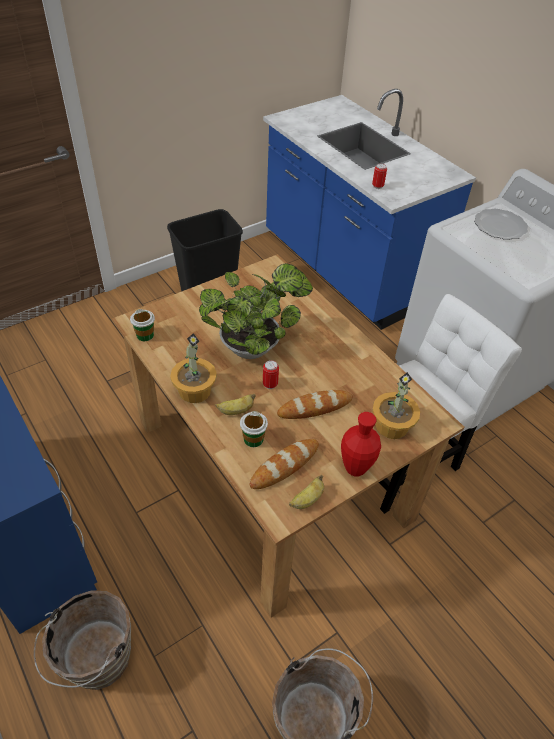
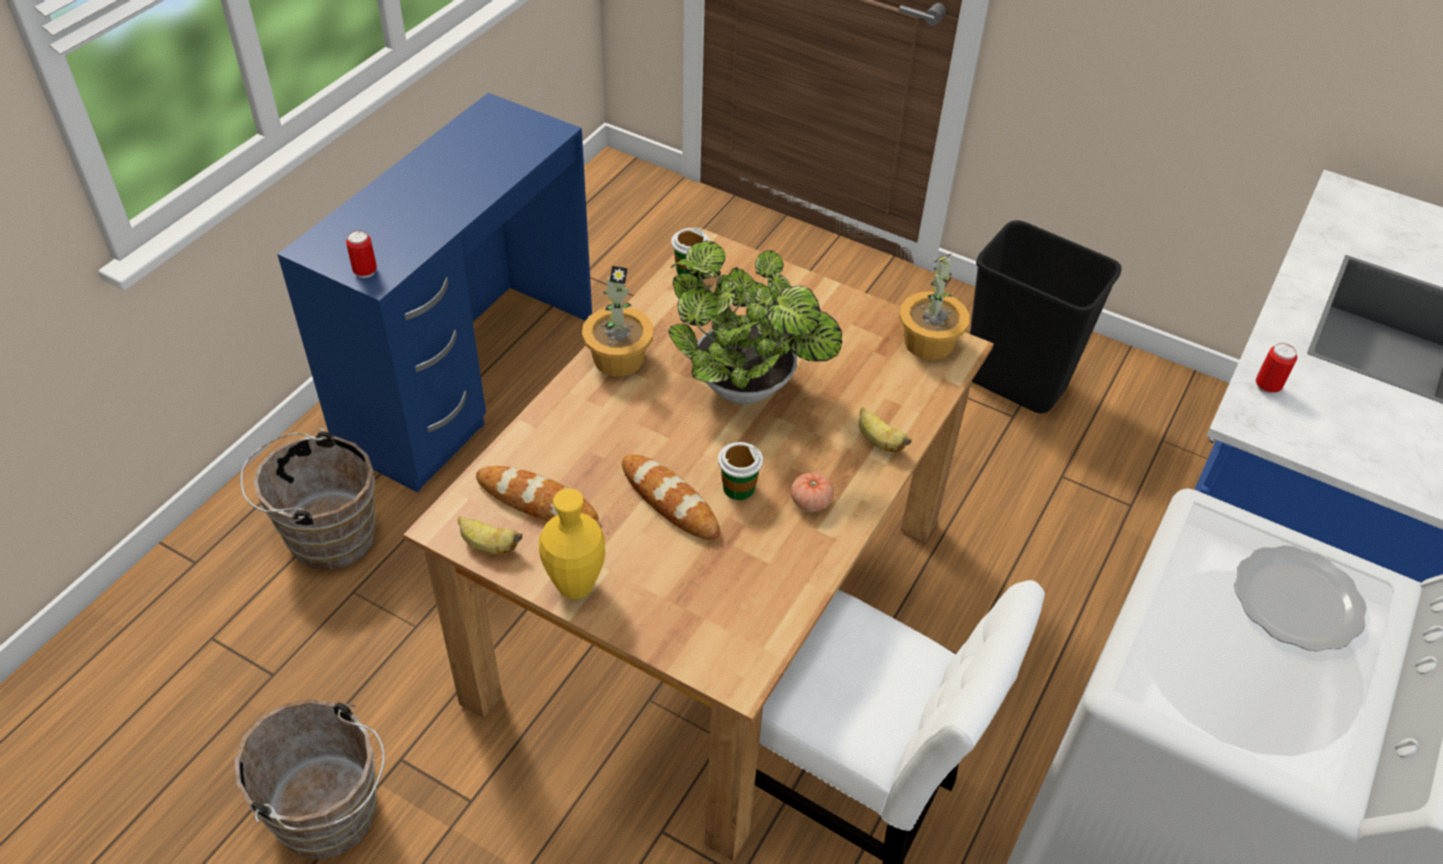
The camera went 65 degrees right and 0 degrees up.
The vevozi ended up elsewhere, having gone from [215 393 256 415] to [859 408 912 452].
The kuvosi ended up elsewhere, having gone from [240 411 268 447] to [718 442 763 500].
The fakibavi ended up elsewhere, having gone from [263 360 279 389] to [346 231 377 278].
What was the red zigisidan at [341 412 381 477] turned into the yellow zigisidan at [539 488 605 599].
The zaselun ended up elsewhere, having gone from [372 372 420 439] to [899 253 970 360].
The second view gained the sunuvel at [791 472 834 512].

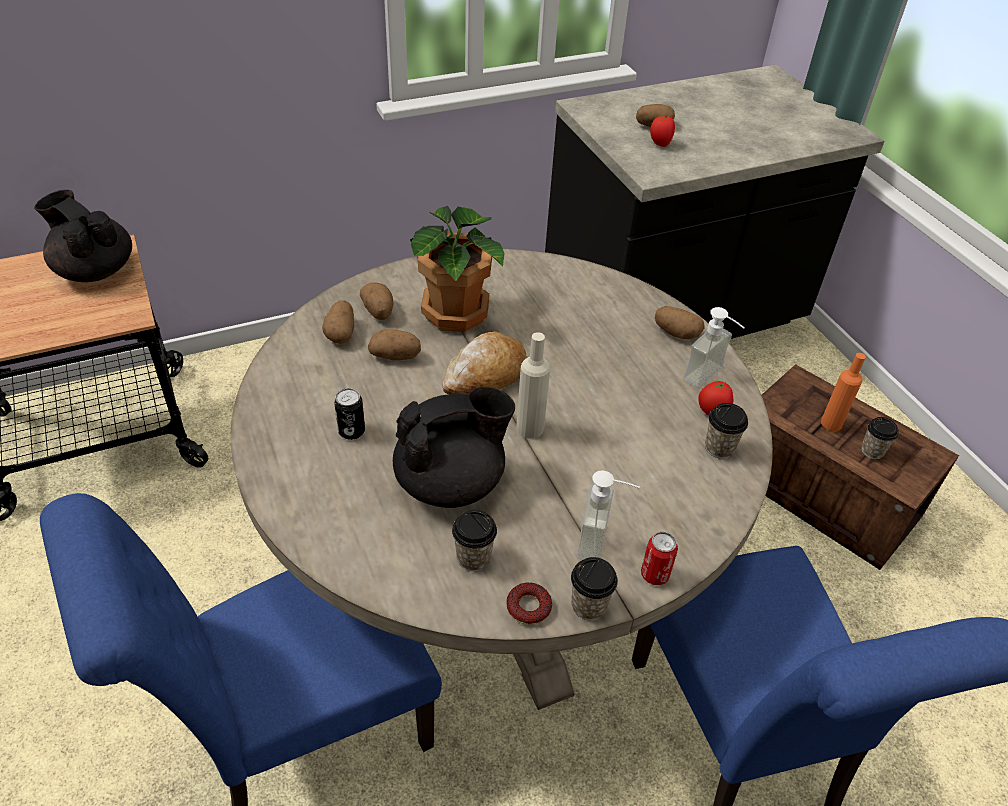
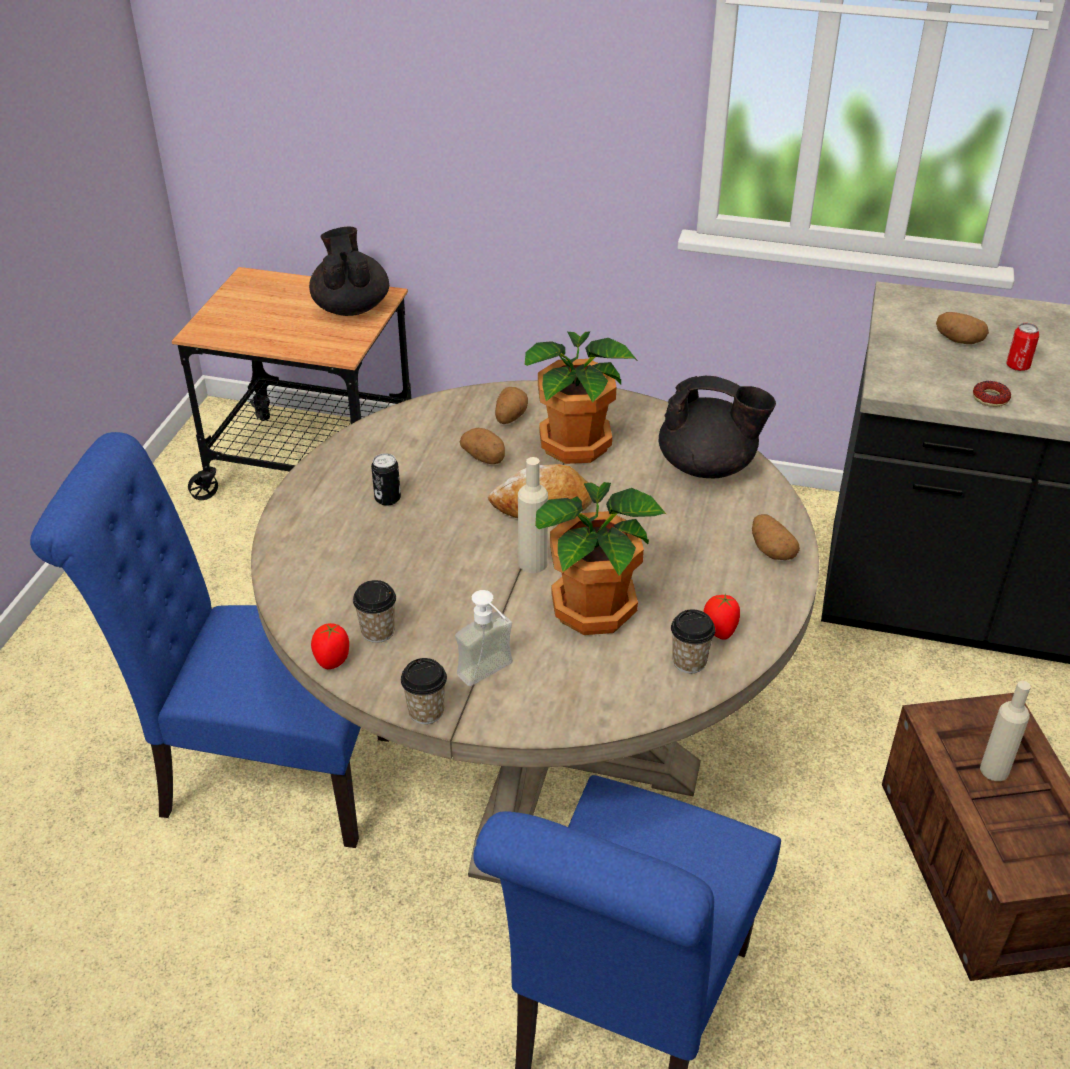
The camera went 40 degrees right and 5 degrees down.
The second view lost the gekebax at [322 300 354 344].
The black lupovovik ended up elsewhere, having gone from [393 387 515 508] to [659 376 776 479].
The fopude ended up elsewhere, having gone from [506 583 552 625] to [973 381 1011 407].
The fakibavi ended up elsewhere, having gone from [641 532 678 585] to [1006 323 1039 371].
The sunuvel ended up elsewhere, having gone from [650 115 675 147] to [311 623 349 669].
The second view lost the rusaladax at [684 307 745 387].
What was the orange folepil at [821 353 866 431] turned into the beige folepil at [980 681 1031 781].
The second view lost the kuvosi at [861 417 899 459].
The second view gained the zaselun at [535 482 666 635].

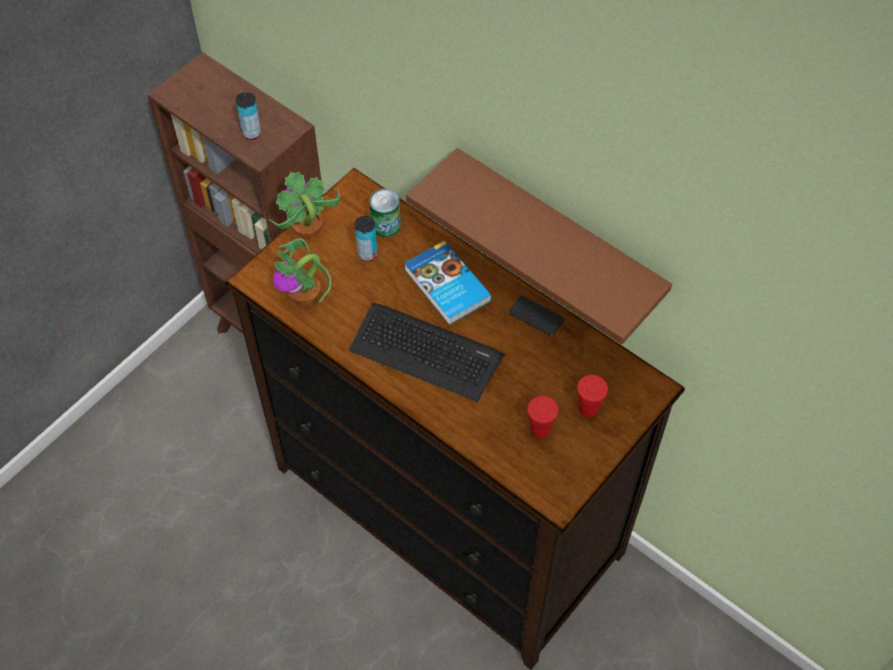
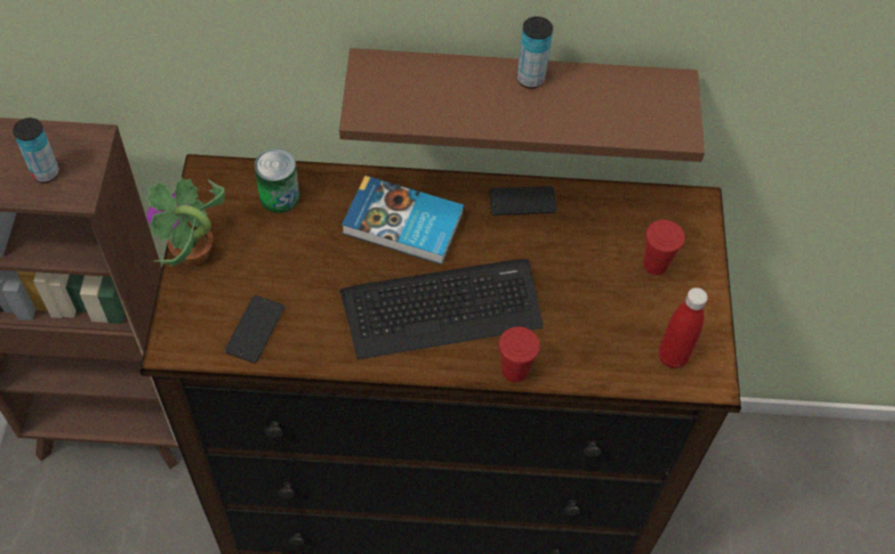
The camera went 40 degrees left and 0 degrees up.
Where the zaselun stood at [273 238 331 306], the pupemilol came to stand at [225 295 285 363].
The fakibavi ended up elsewhere, having gone from [355 216 377 261] to [517 16 553 89].
The red kuvosi ended up elsewhere, having gone from [527 396 559 438] to [499 327 540 383].
The second view gained the red folepil at [658 288 708 369].

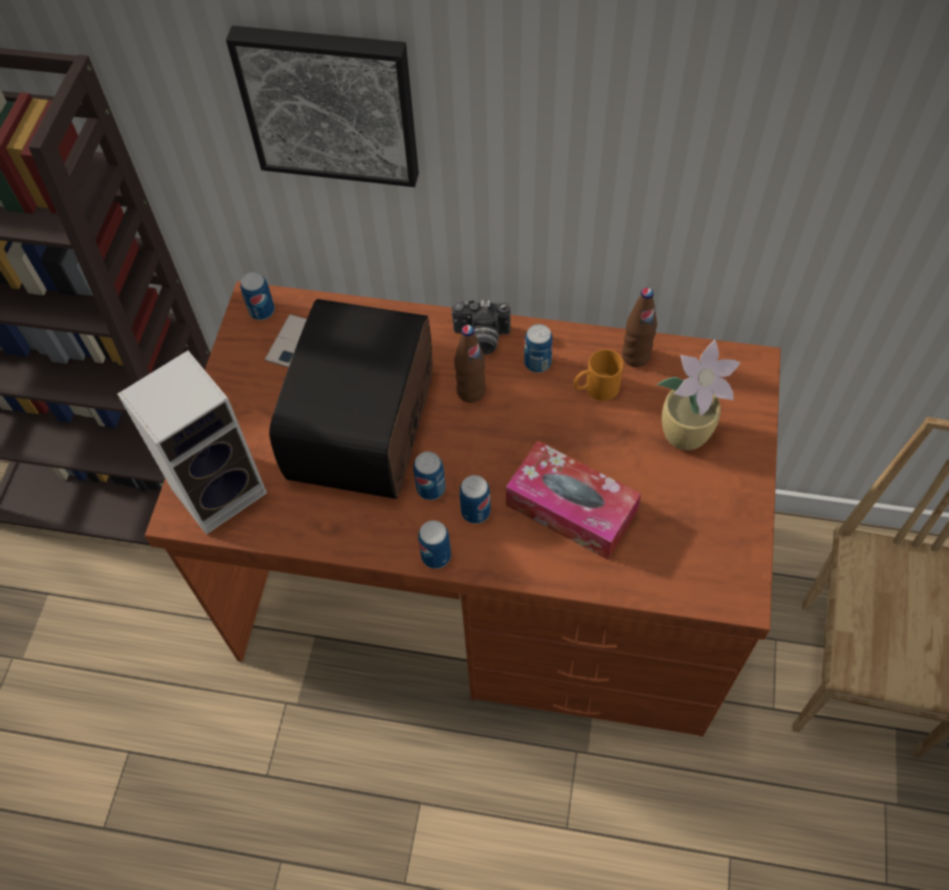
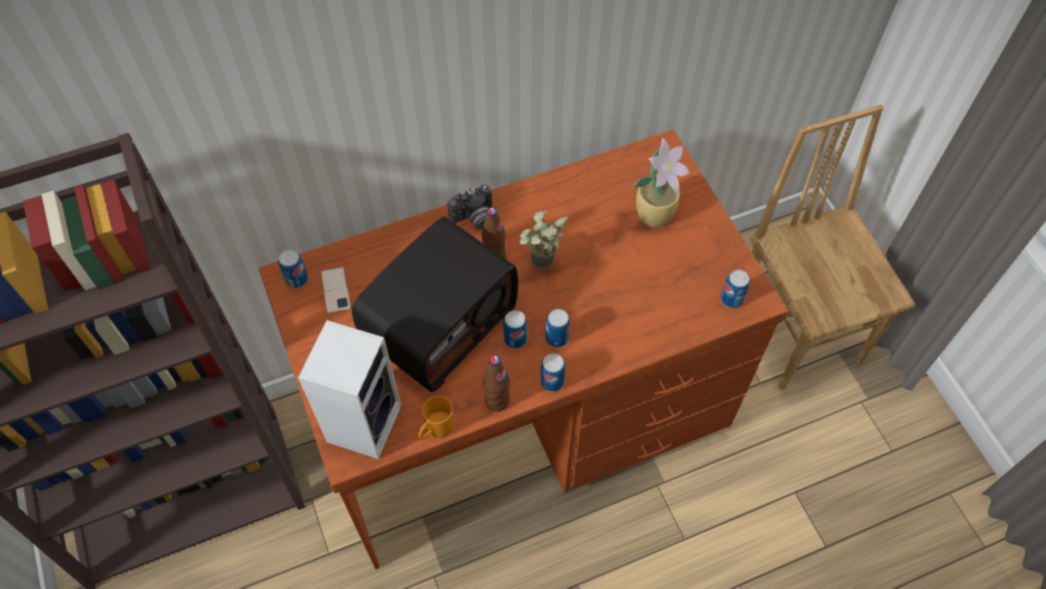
The camera went 35 degrees left and 0 degrees up.
The second view lost the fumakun at [226 25 419 187].
The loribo at [269 299 433 499] ended up facing another way, 120 degrees counterclockwise from before.
The second view lost the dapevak at [506 441 641 560].
The fakibavi ended up elsewhere, having gone from [524 324 553 373] to [721 270 750 308].
The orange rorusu ended up elsewhere, having gone from [574 349 623 401] to [419 396 455 440].
The brown folepil ended up elsewhere, having gone from [622 287 657 367] to [483 355 510 412].
The second view gained the zaselun at [519 211 569 270].

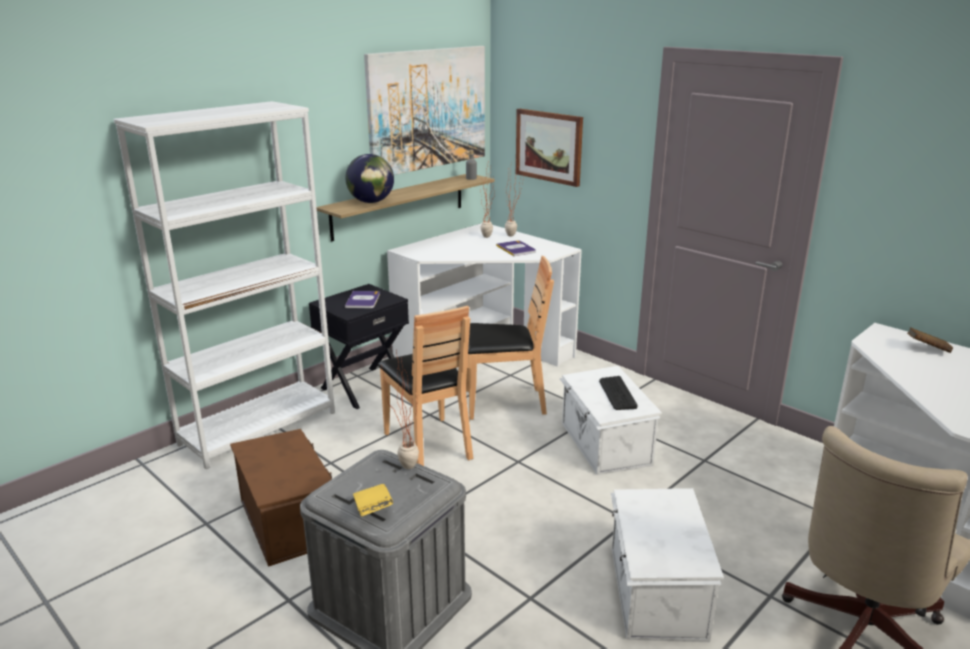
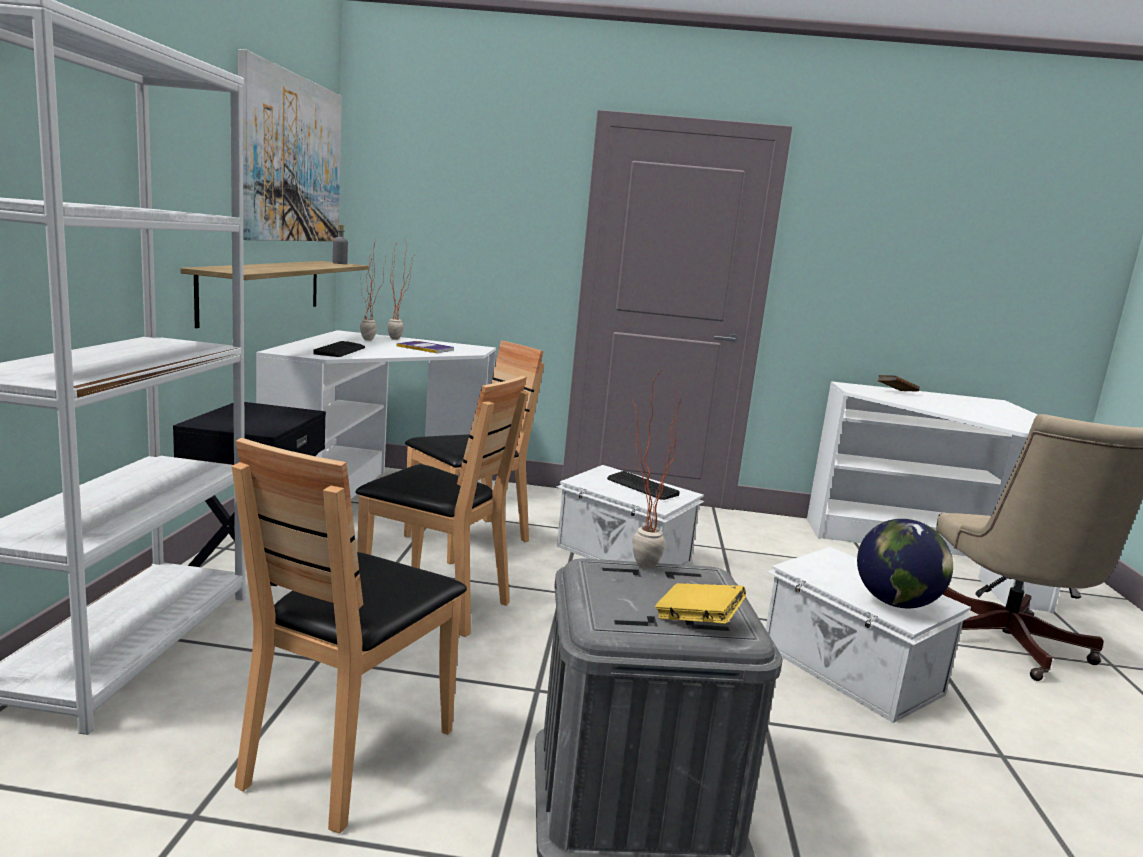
The camera went 40 degrees left and 10 degrees down.
Where the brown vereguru stood at [230 429 332 567], the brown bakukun came to stand at [232 438 467 833].
The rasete ended up elsewhere, having gone from [345 154 394 203] to [857 519 953 608].
The second view lost the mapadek at [345 291 380 308].
The second view lost the fumakun at [516 109 583 187].
The second view gained the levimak at [313 341 365 357].

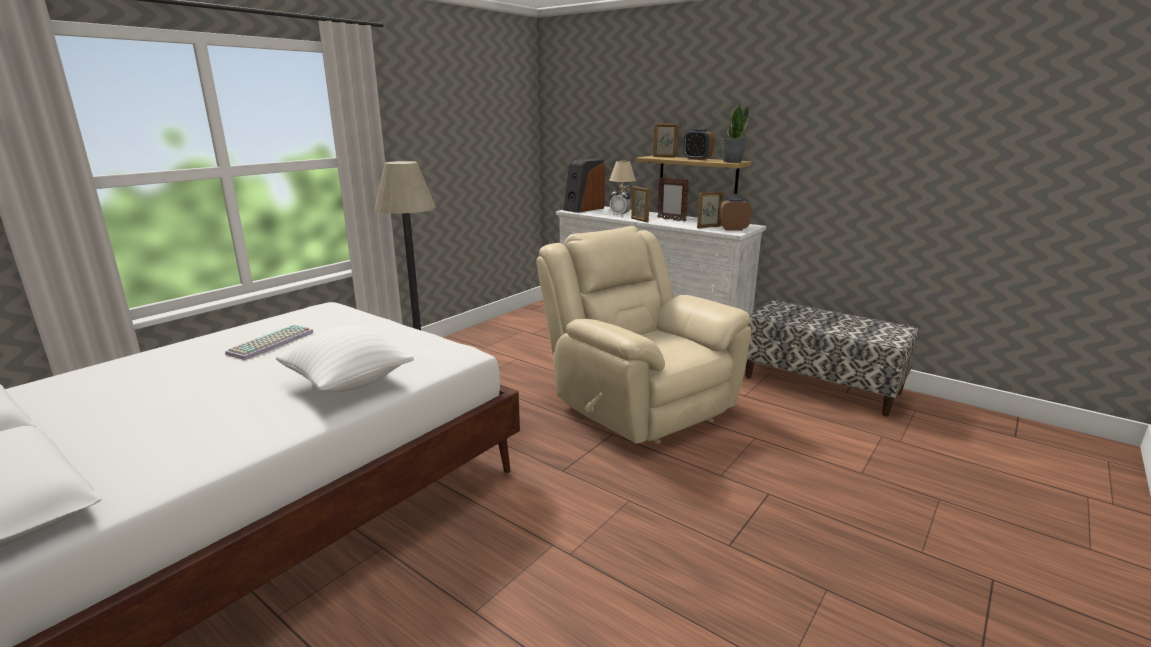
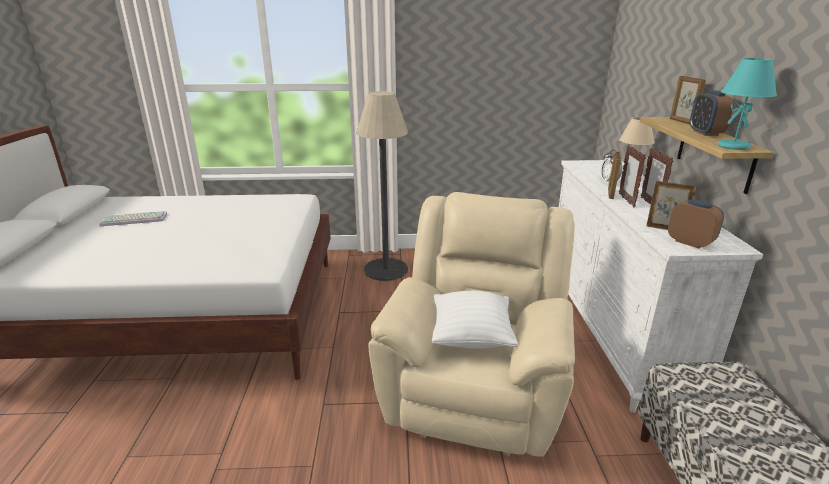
The camera went 50 degrees right and 5 degrees up.
The levimak ended up elsewhere, having gone from [225 325 314 360] to [99 211 167 226].
The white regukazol ended up elsewhere, having gone from [275 326 414 392] to [432 291 518 349].
The second view lost the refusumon at [563 159 605 213].
Where the zaselun stood at [721 103 749 163], the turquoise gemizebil came to stand at [717 58 777 150].
The second view gained the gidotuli at [619 145 646 208].

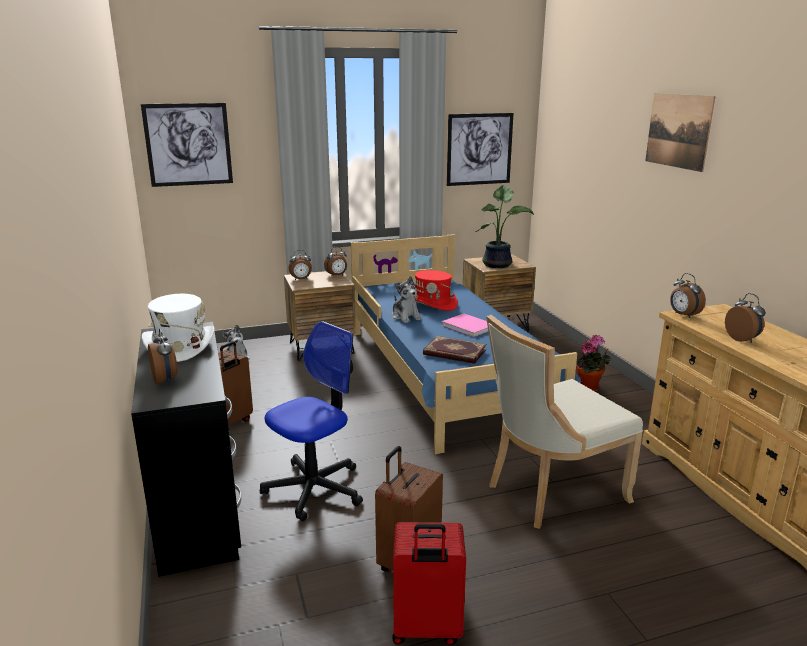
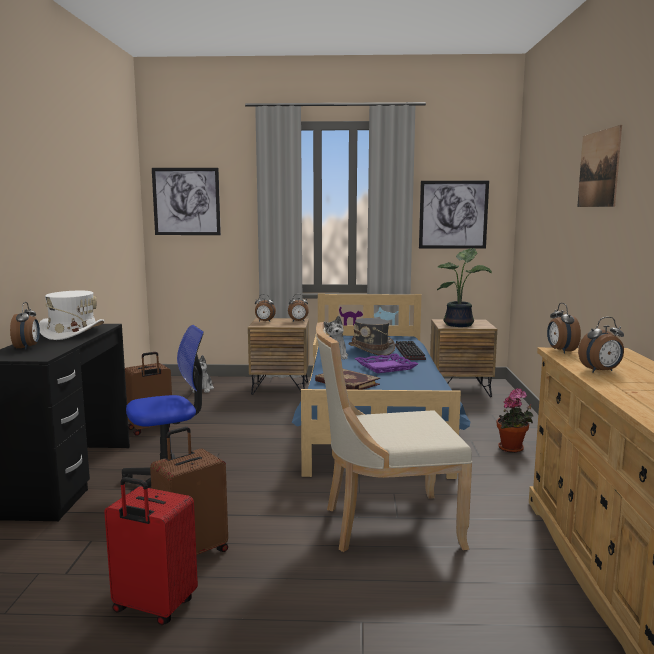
The camera went 20 degrees right and 10 degrees down.
What was the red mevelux at [415 270 458 311] turned into the grey mevelux at [348 318 395 355].
Where the pink mapadek stood at [442 314 488 337], the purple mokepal came to stand at [355 354 418 373].
The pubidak at [725 293 766 343] ended up facing another way, 75 degrees clockwise from before.
The second view gained the levimak at [395 341 426 360].

